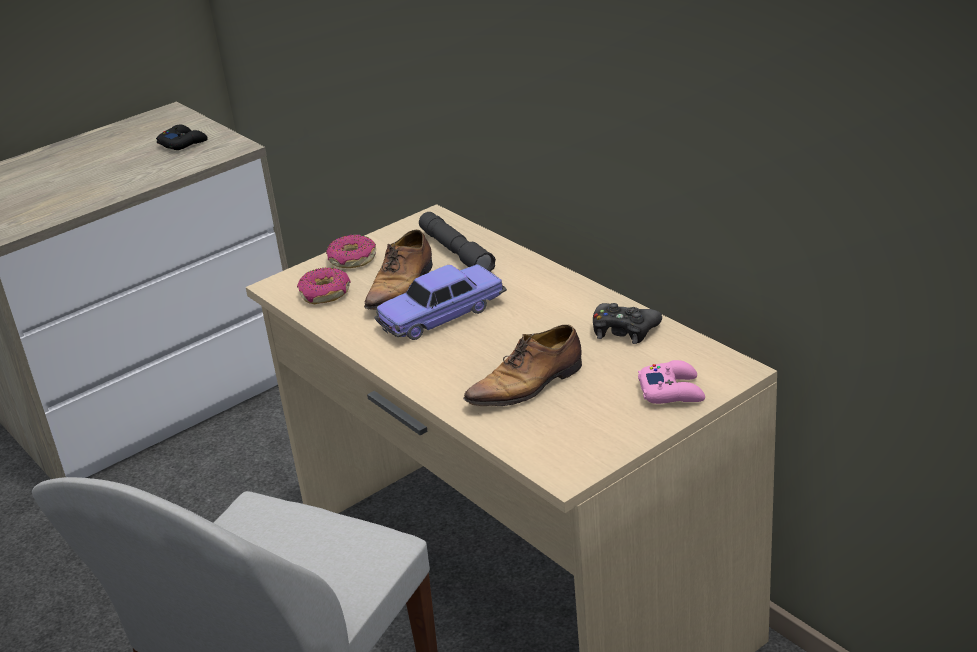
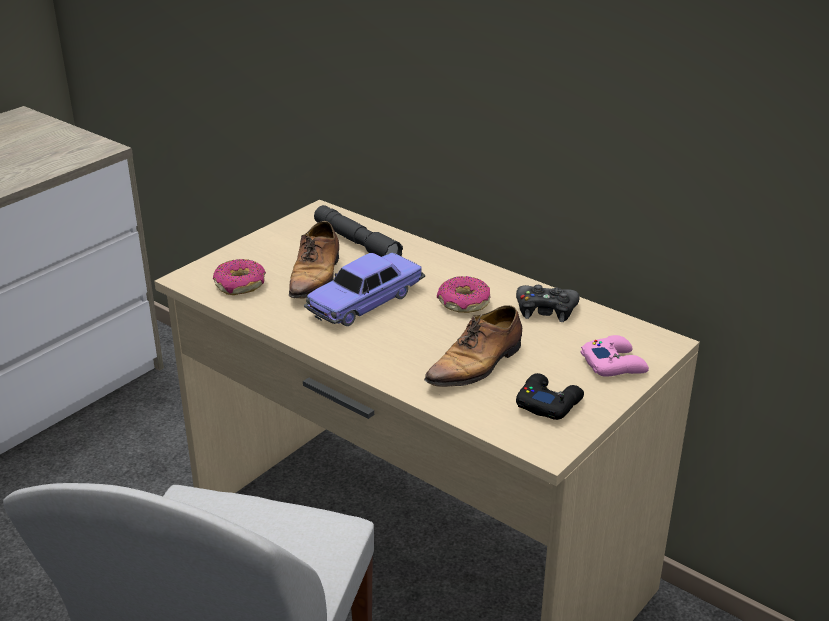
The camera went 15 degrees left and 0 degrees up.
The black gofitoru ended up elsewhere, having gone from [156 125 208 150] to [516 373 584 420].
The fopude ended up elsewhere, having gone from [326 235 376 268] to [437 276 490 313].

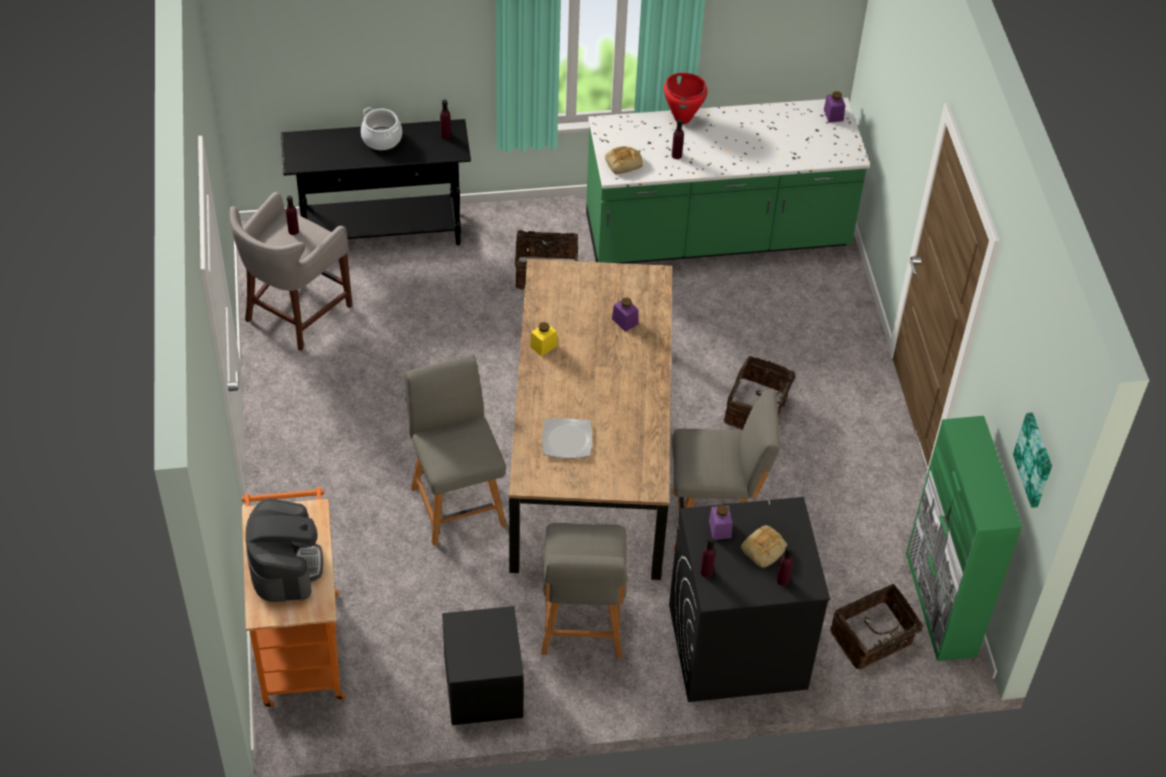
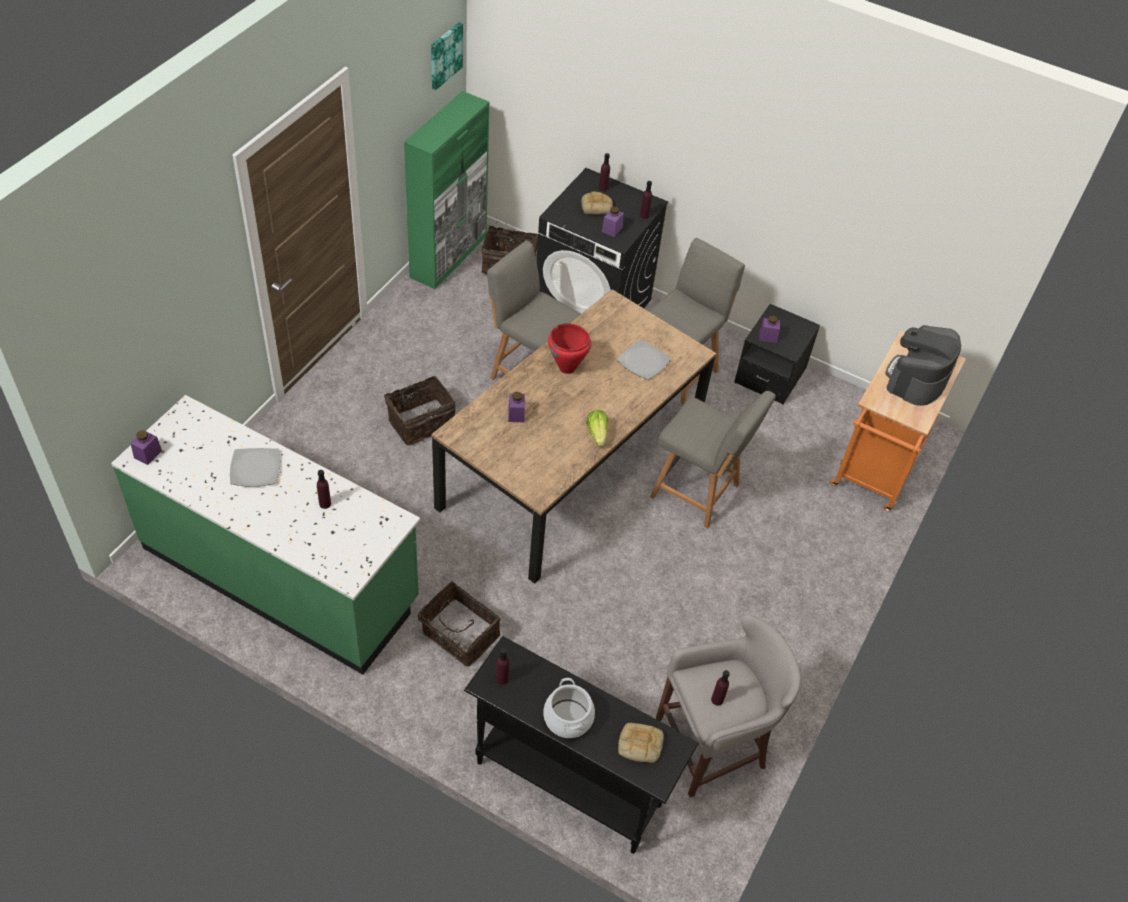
The camera went 145 degrees left and 0 degrees up.
The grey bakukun at [404 355 506 546] ended up facing another way, 75 degrees counterclockwise from before.
Where the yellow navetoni stood at [530 322 557 357], the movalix came to stand at [586 410 609 447].
The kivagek ended up elsewhere, having gone from [605 146 643 175] to [618 723 664 763].
The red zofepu ended up elsewhere, having gone from [664 73 708 124] to [548 323 591 374].
The second view gained the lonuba at [230 448 280 487].
The second view gained the purple navetoni at [759 316 780 343].

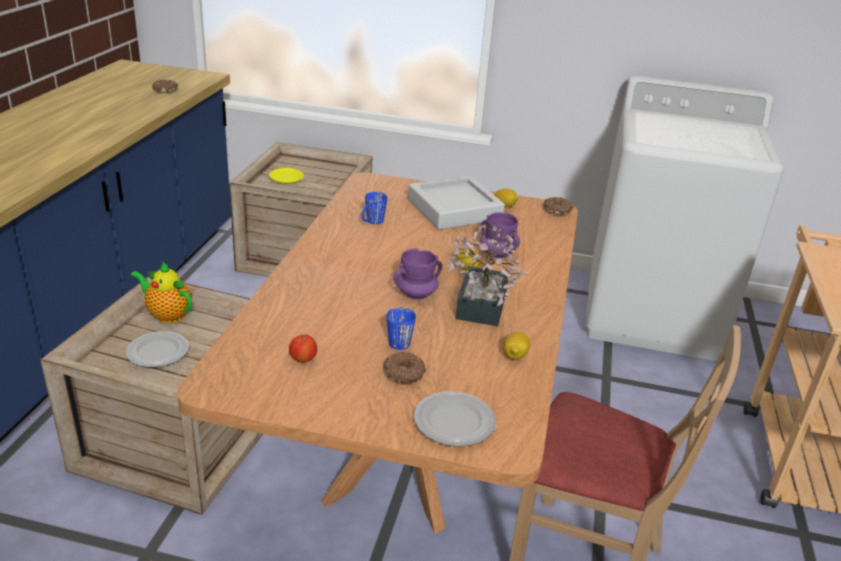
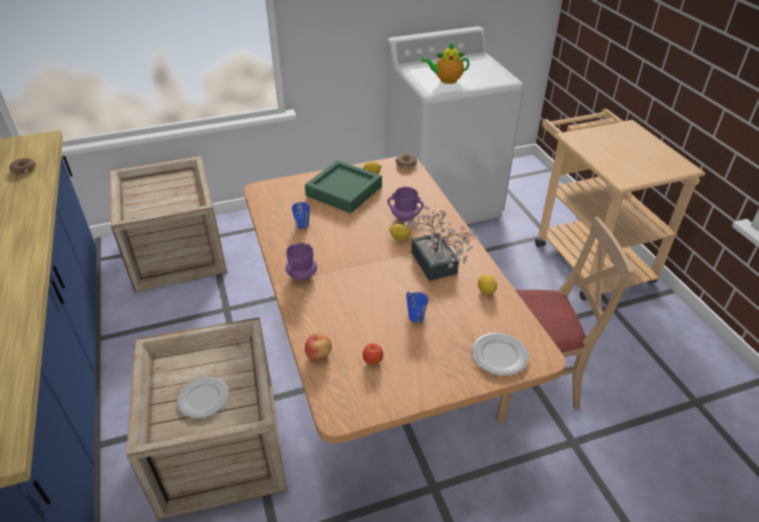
The camera went 30 degrees left and 10 degrees up.
The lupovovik ended up elsewhere, having gone from [130 262 192 323] to [421 43 470 84].
The second view lost the yellow lonuba at [269 168 304 184].
The second view lost the fopude at [383 351 426 383].
The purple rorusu ended up elsewhere, having gone from [394 248 442 300] to [286 243 317 280].
What was the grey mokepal at [408 176 505 230] turned into the green mokepal at [305 160 382 213].
The second view gained the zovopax at [305 333 332 361].

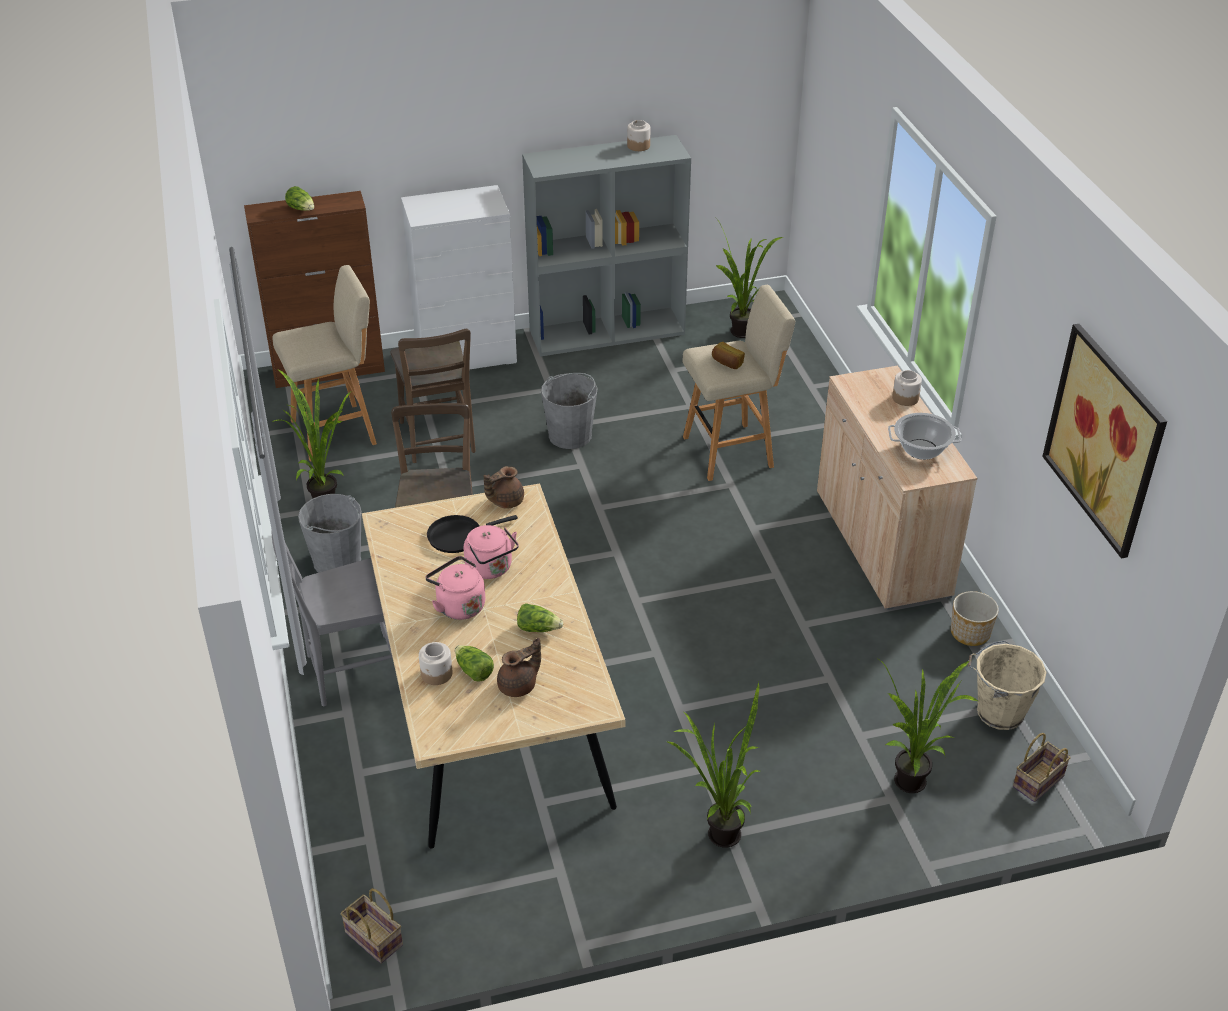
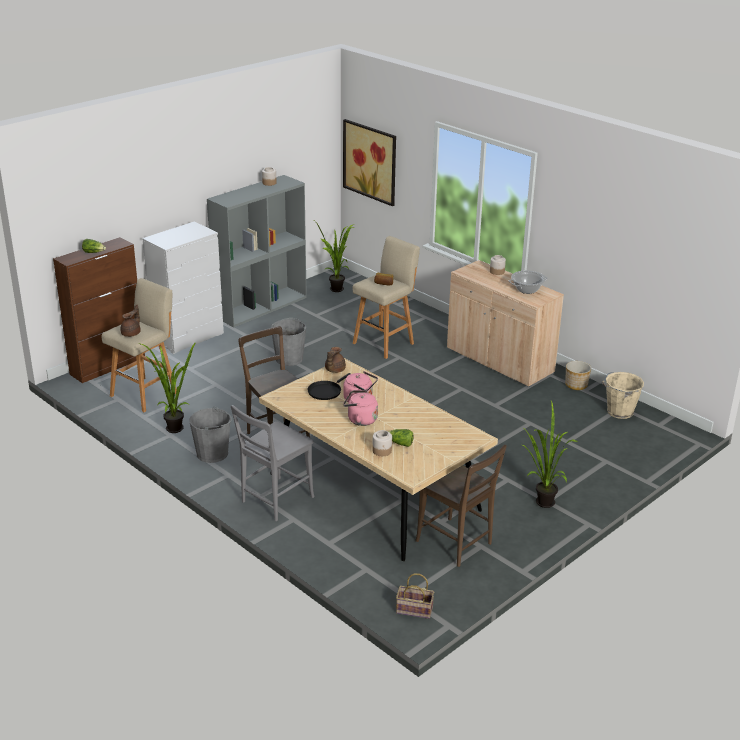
The camera went 30 degrees left and 10 degrees down.
The brown bakukun ended up elsewhere, having gone from [390 329 476 463] to [415 445 507 567].
The brown lupovovik ended up elsewhere, having gone from [497 637 541 697] to [120 304 141 337].
The second view lost the movalix at [517 603 563 632].
The second view lost the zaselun at [878 659 978 793].
The second view lost the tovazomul at [1013 733 1070 802].
The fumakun ended up elsewhere, having gone from [1042 324 1167 558] to [343 119 396 206].

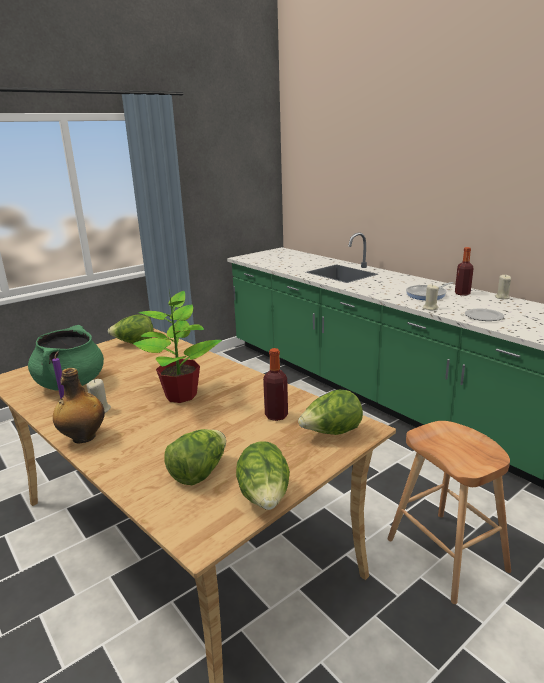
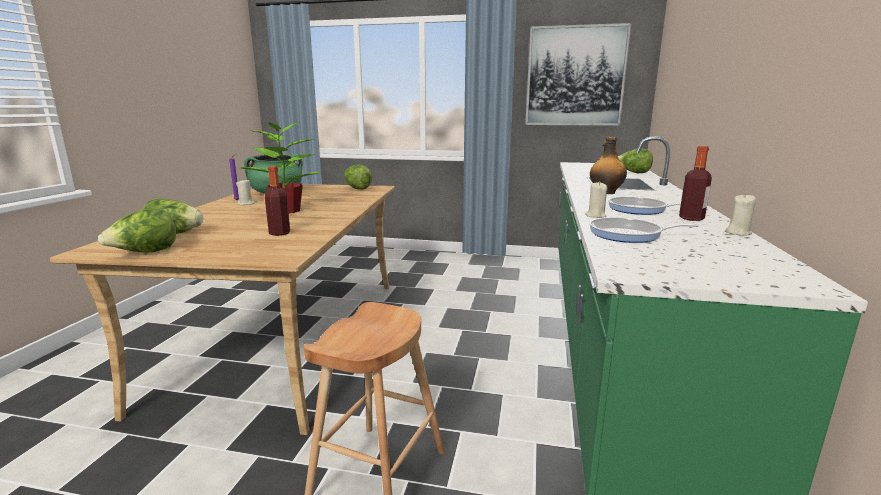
The camera went 50 degrees right and 5 degrees down.
The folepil ended up elsewhere, having gone from [53 368 105 443] to [590 137 627 194].
The movalix ended up elsewhere, having gone from [298 390 363 435] to [618 149 653 173].
Where the lonuba stood at [465 308 504 321], the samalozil came to stand at [589 218 699 243].
The second view gained the fumakun at [525 23 631 126].

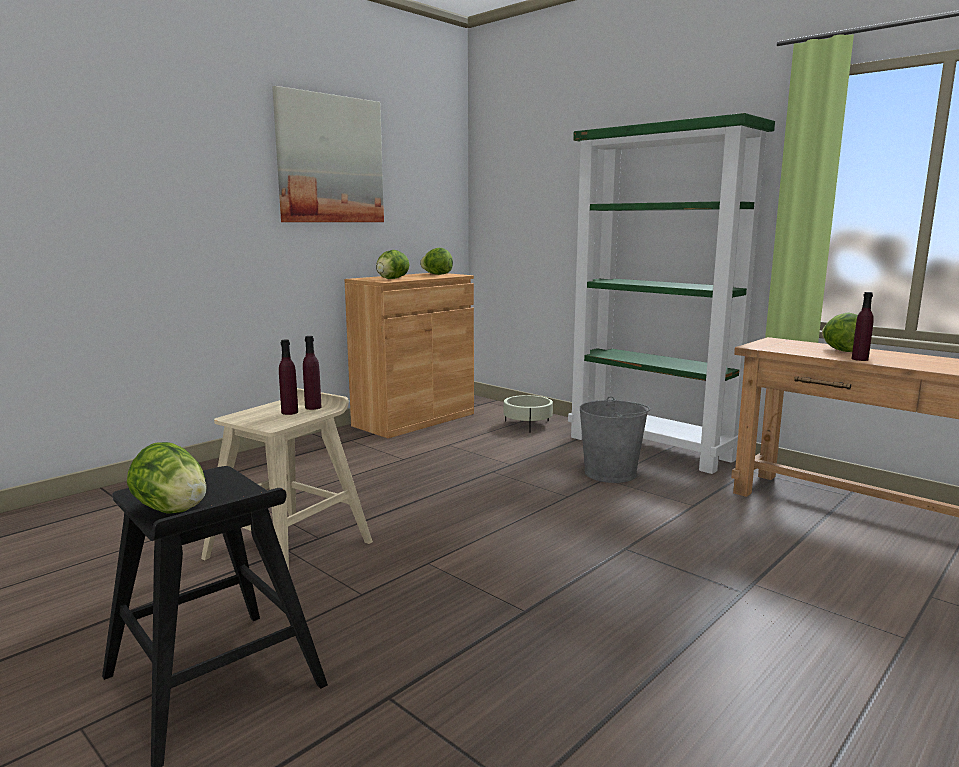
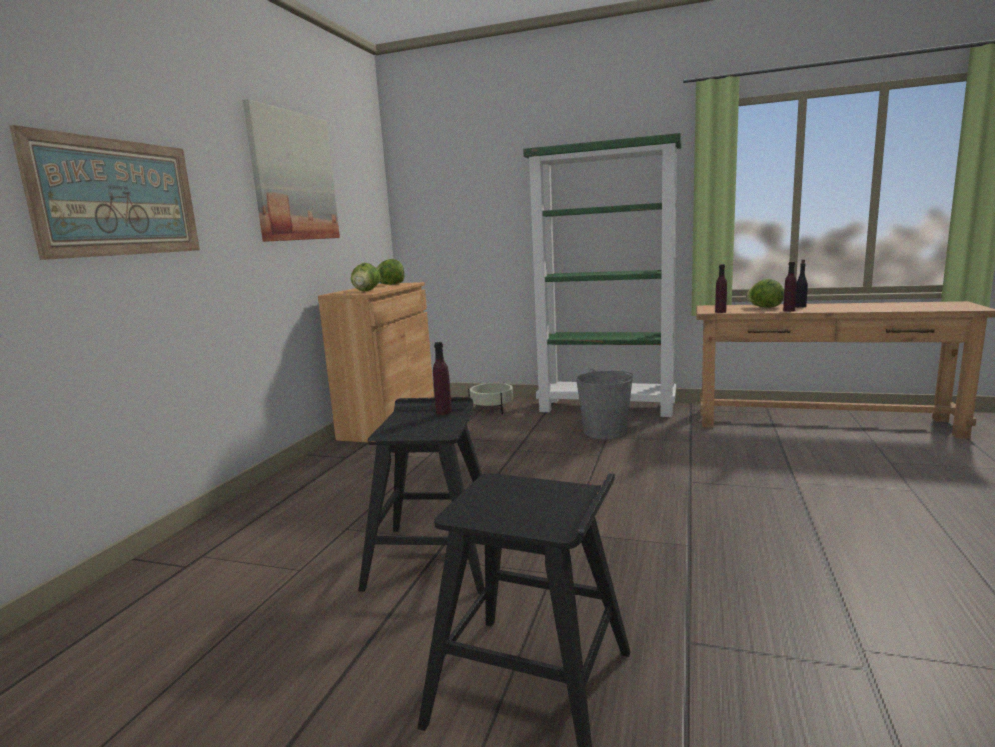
The camera went 25 degrees left and 0 degrees up.
The second view lost the movalix at [127 442 207 513].
What was the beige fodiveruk at [201 388 373 570] turned into the black fodiveruk at [358 397 485 594].
The purple folepil ended up elsewhere, having gone from [279 340 298 415] to [715 264 727 313].
The second view gained the fumakun at [9 125 200 260].
The second view gained the black folepil at [795 259 808 308].

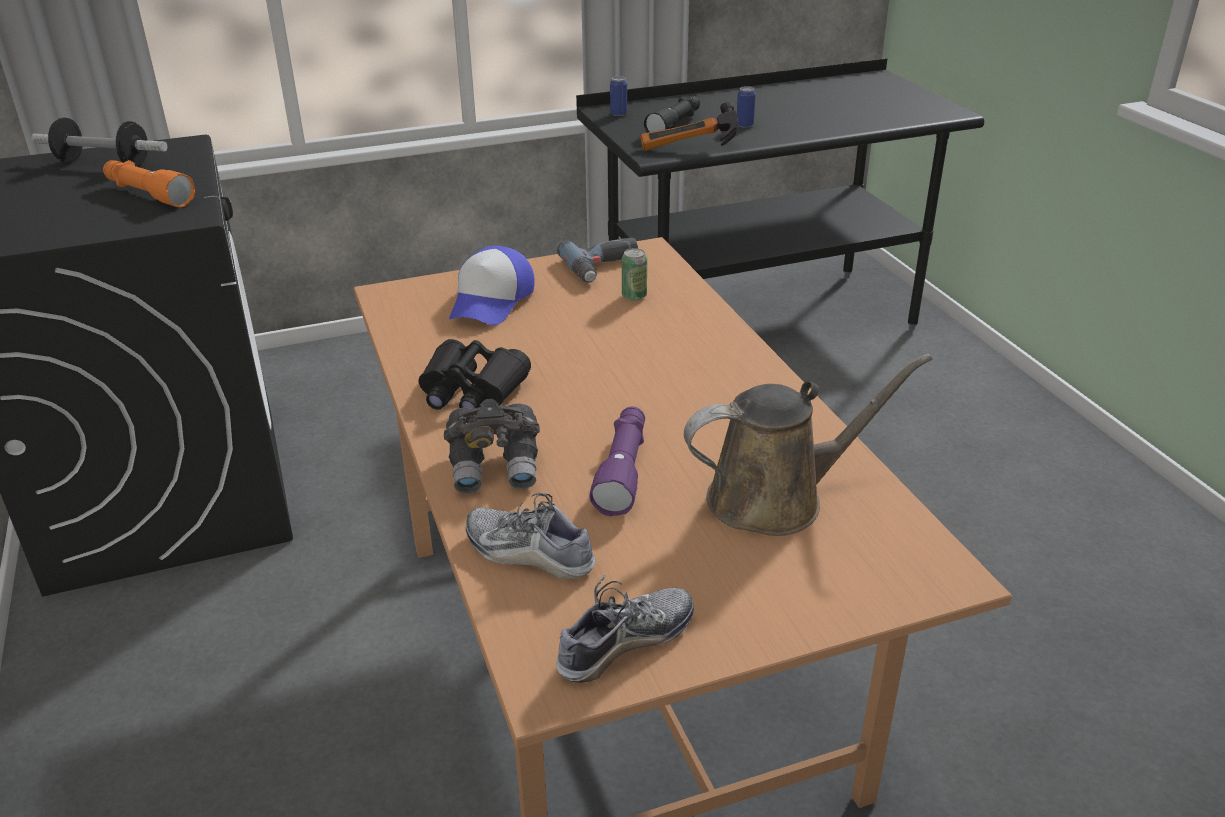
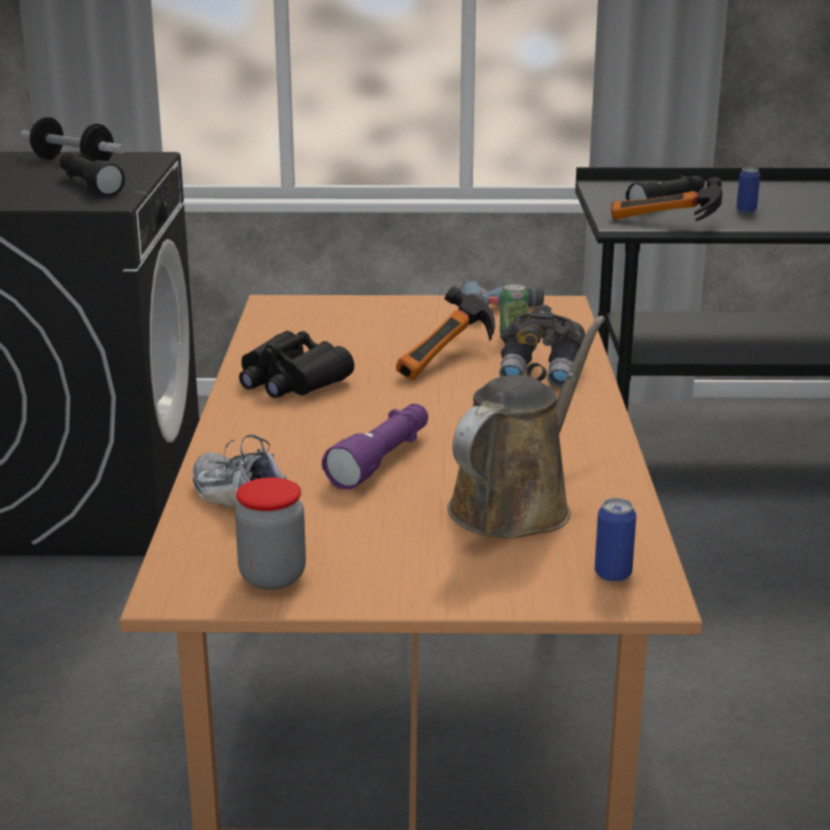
The camera went 20 degrees right and 10 degrees down.
What was the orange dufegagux at [103 160 195 207] turned into the black dufegagux at [60 153 125 196].
The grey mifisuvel ended up elsewhere, having gone from [444 399 540 493] to [499 305 585 388].
The second view lost the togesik at [449 246 535 325].
Where the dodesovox stood at [556 575 694 683], the navetoni came to stand at [235 477 306 590].
The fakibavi ended up elsewhere, having gone from [610 76 627 116] to [595 498 636 582].
The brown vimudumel at [684 354 932 536] ended up facing another way, 60 degrees counterclockwise from before.
The second view gained the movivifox at [396 286 495 380].

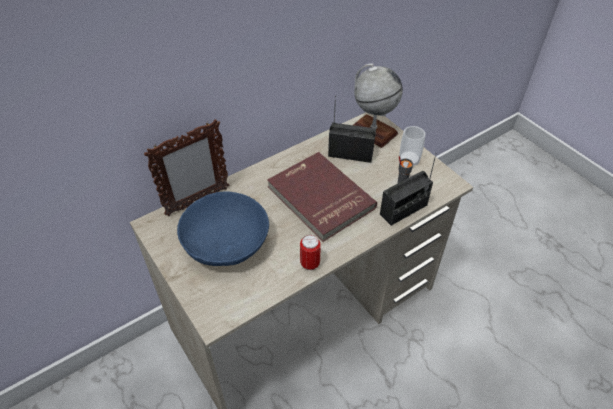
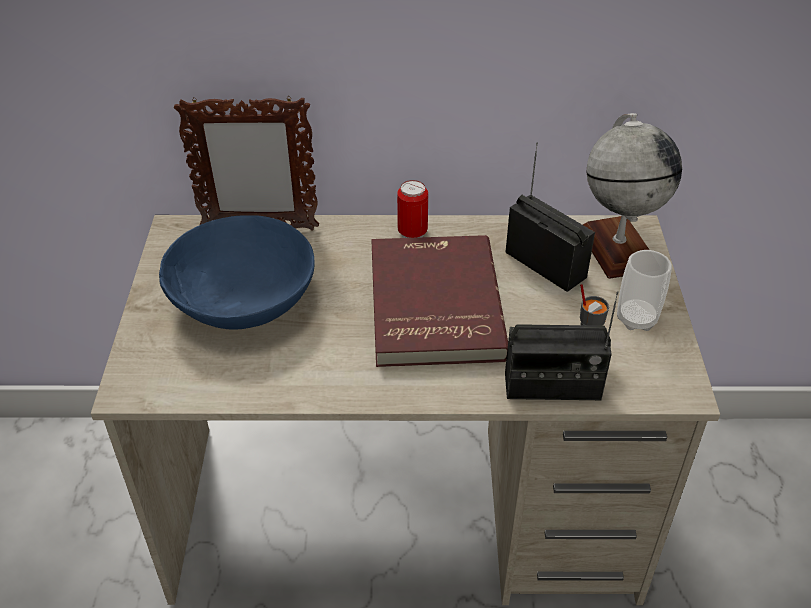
The camera went 35 degrees right and 5 degrees down.
The fakibavi ended up elsewhere, having gone from [300 235 321 270] to [397 180 428 238].

